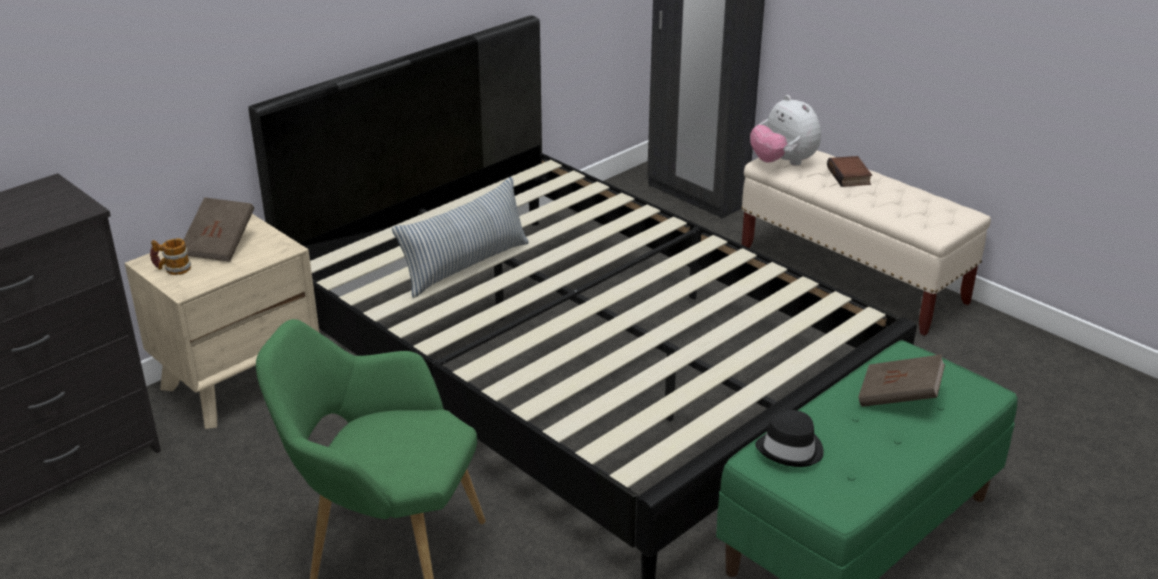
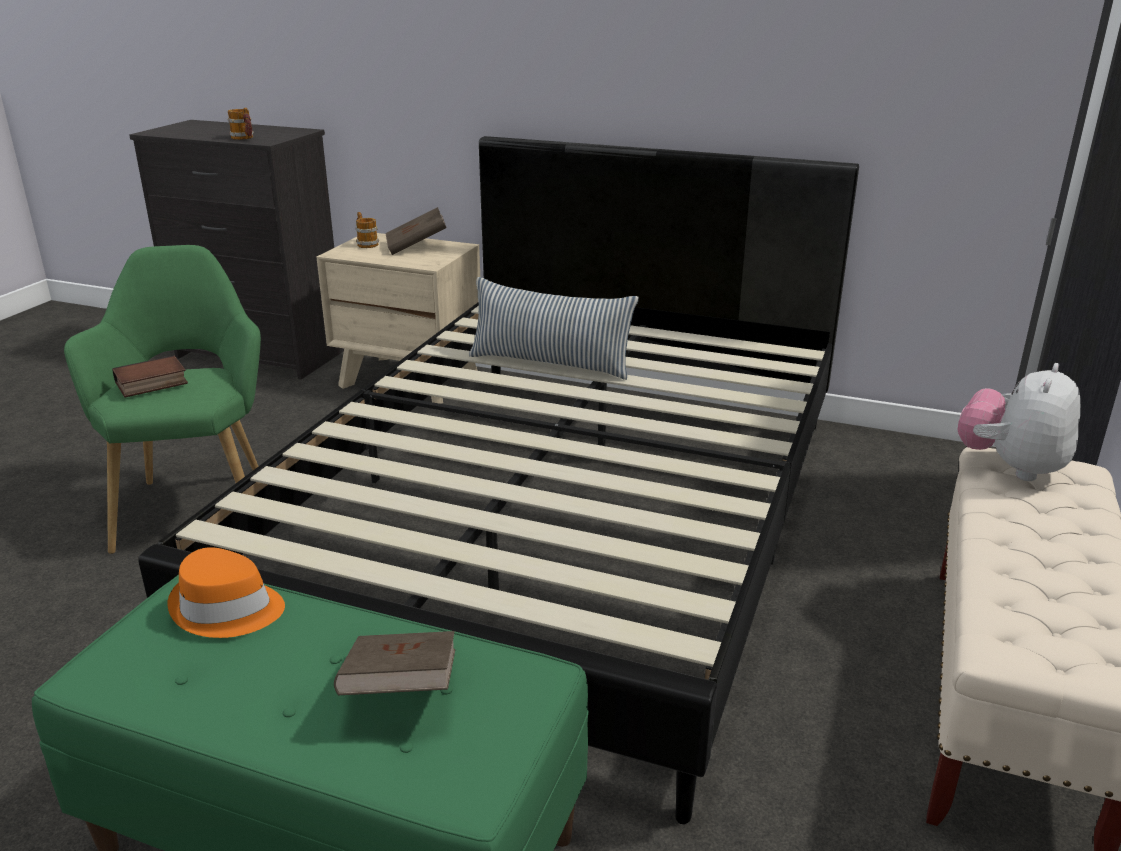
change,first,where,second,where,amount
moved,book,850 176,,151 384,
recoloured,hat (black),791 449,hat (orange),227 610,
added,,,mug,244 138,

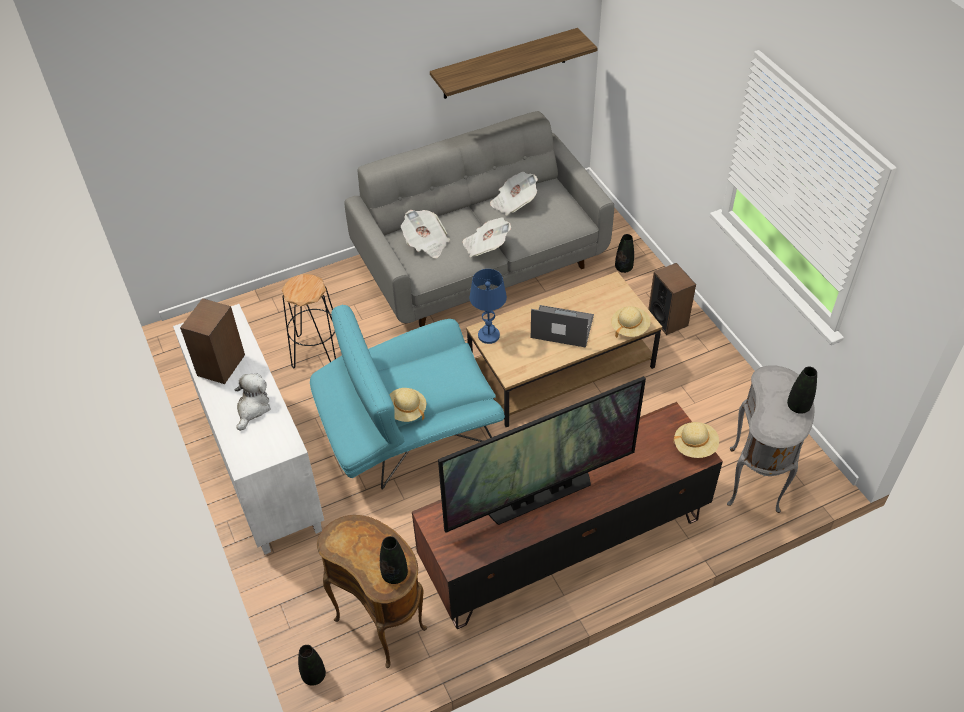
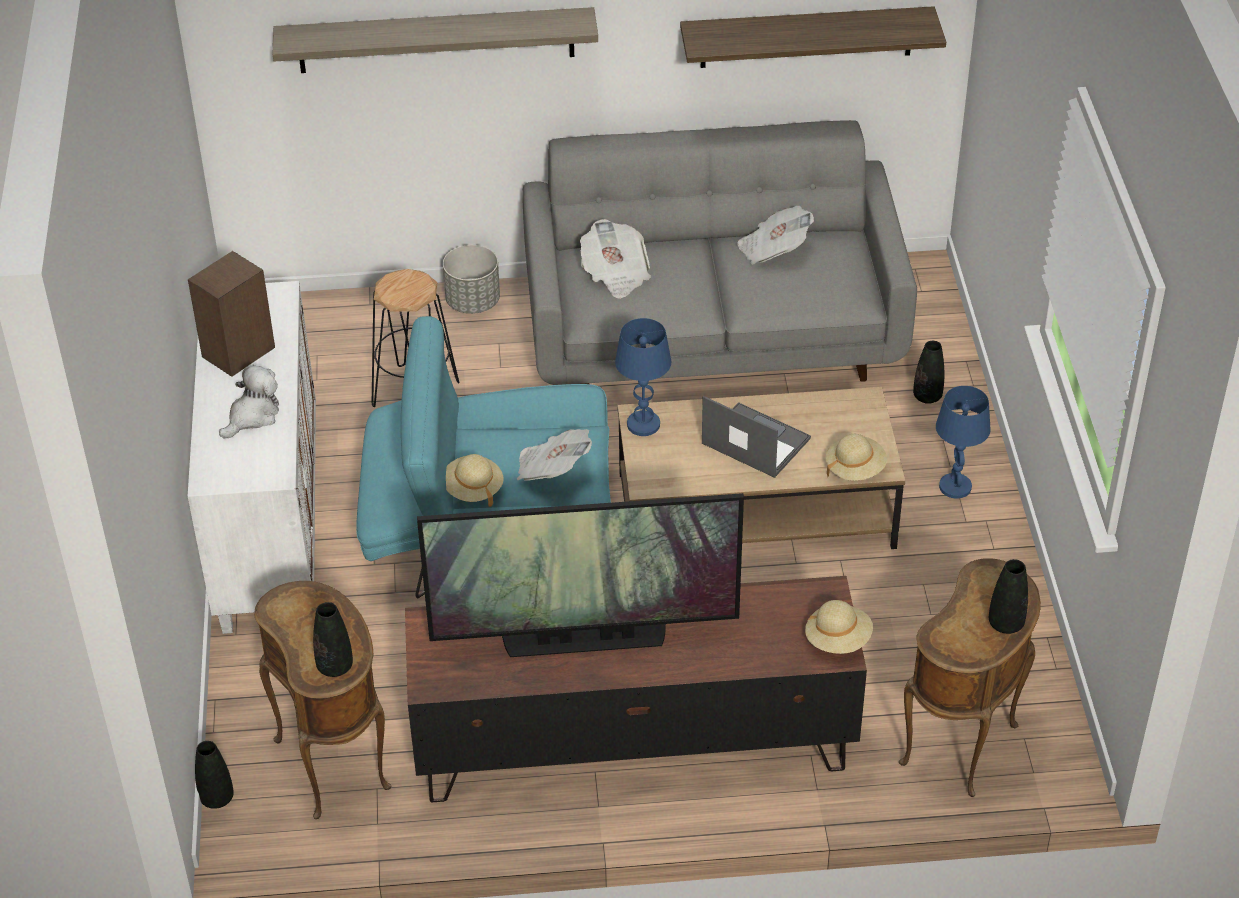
change,first,where,second,where,amount
added,,,shelf,436 40,
added,,,planter (grey),473 302,
moved,newspaper,485 246,,552 470,
recoloured,side table (grey),757 481,side table (brown),963 746,
replaced,speaker,668 319,table lamp (blue),955 487,

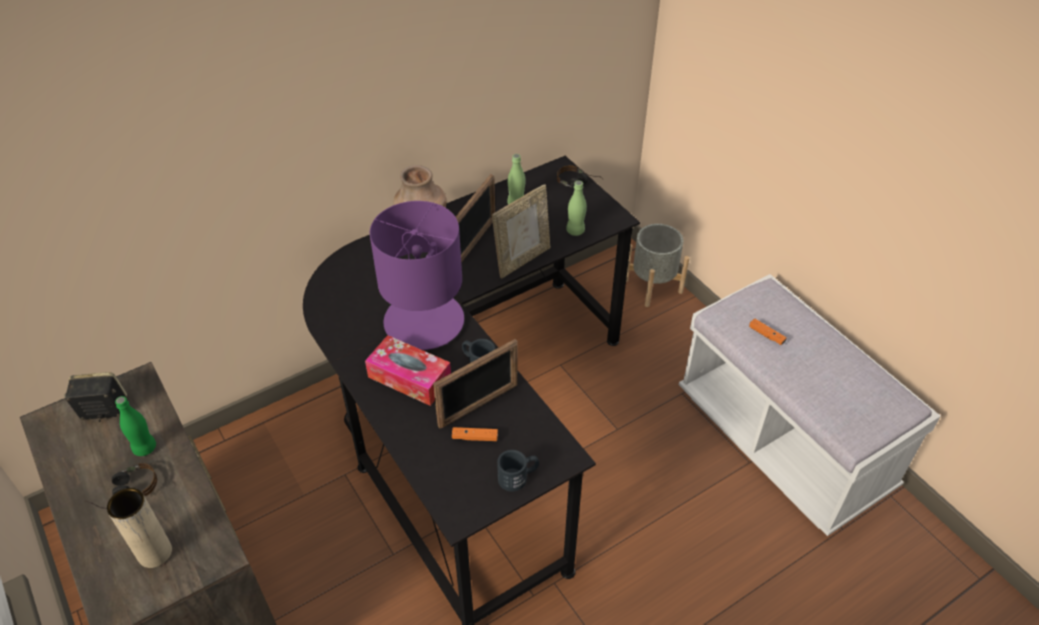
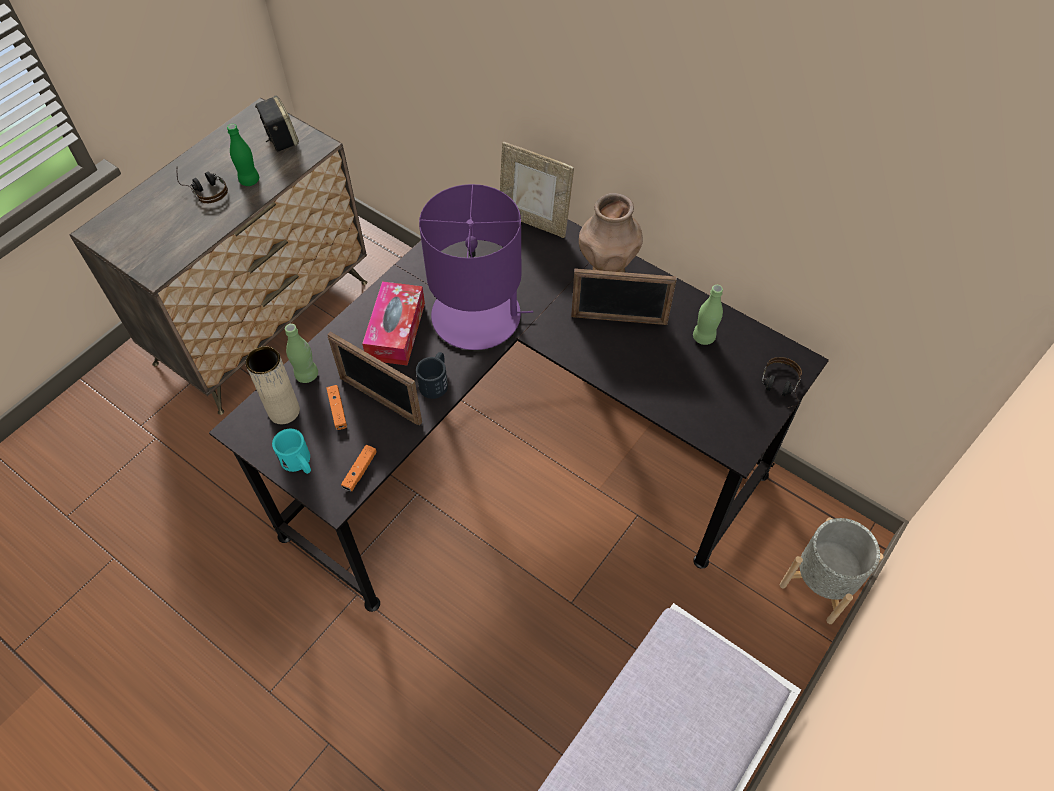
change,first,where,second,where,amount
moved,vase (beige),155 553,,284 411,
recoloured,mug (black),518 477,mug (turquoise),299 463,
moved,bottle (green),575 231,,307 375,
moved,game controller (orange),766 335,,360 471,
moved,picture frame,522 260,,534 221,

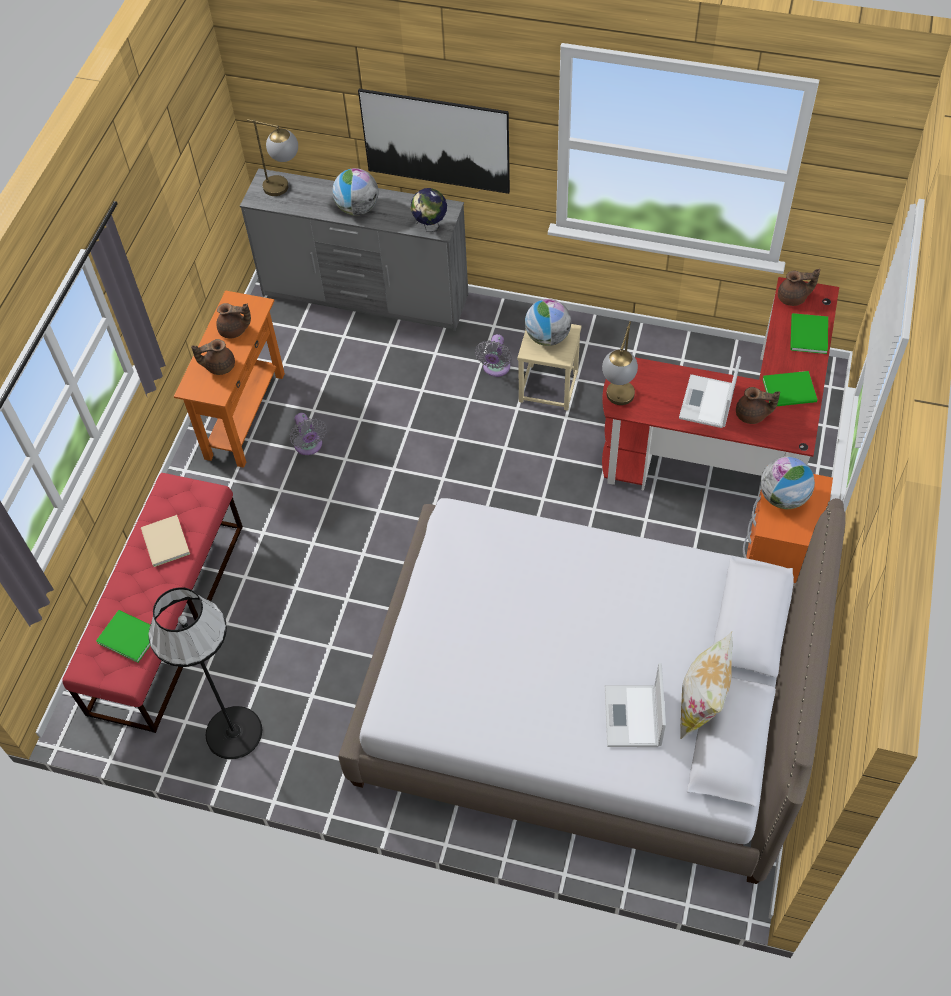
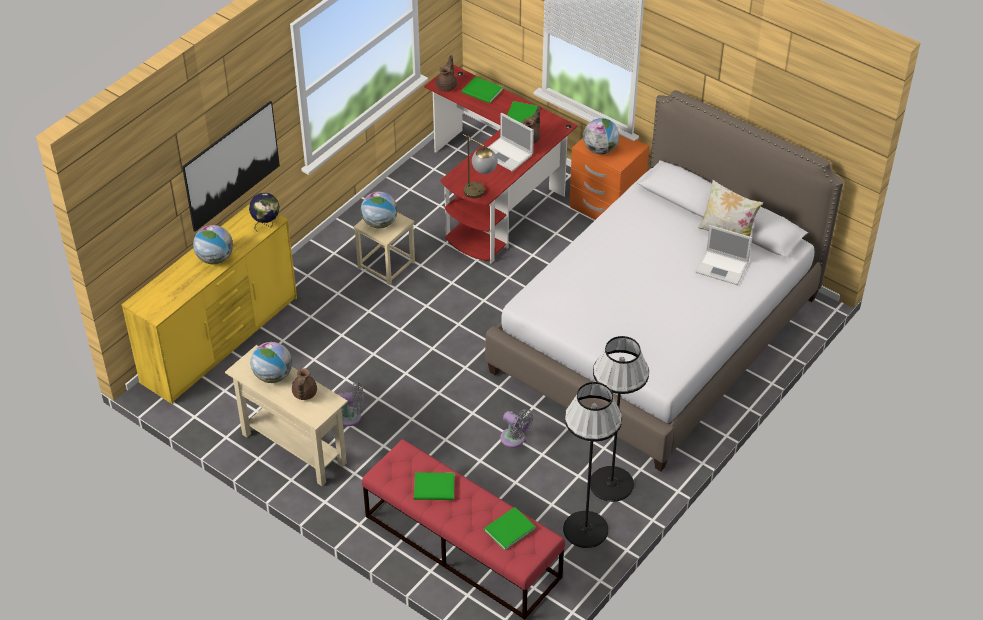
change,first,where,second,where,amount
recoloured,dresser (grey),365 296,dresser (yellow),221 340,
recoloured,console table (orange),245 415,console table (beige),294 448,
replaced,teapot (brown),234 330,globe,273 376,
recoloured,book (beige),165 543,book (green),435 488,
moved,fan (grey),495 368,,515 439,
added,,,floor lamp (black),611 483,
removed,table lamp,284 189,,,

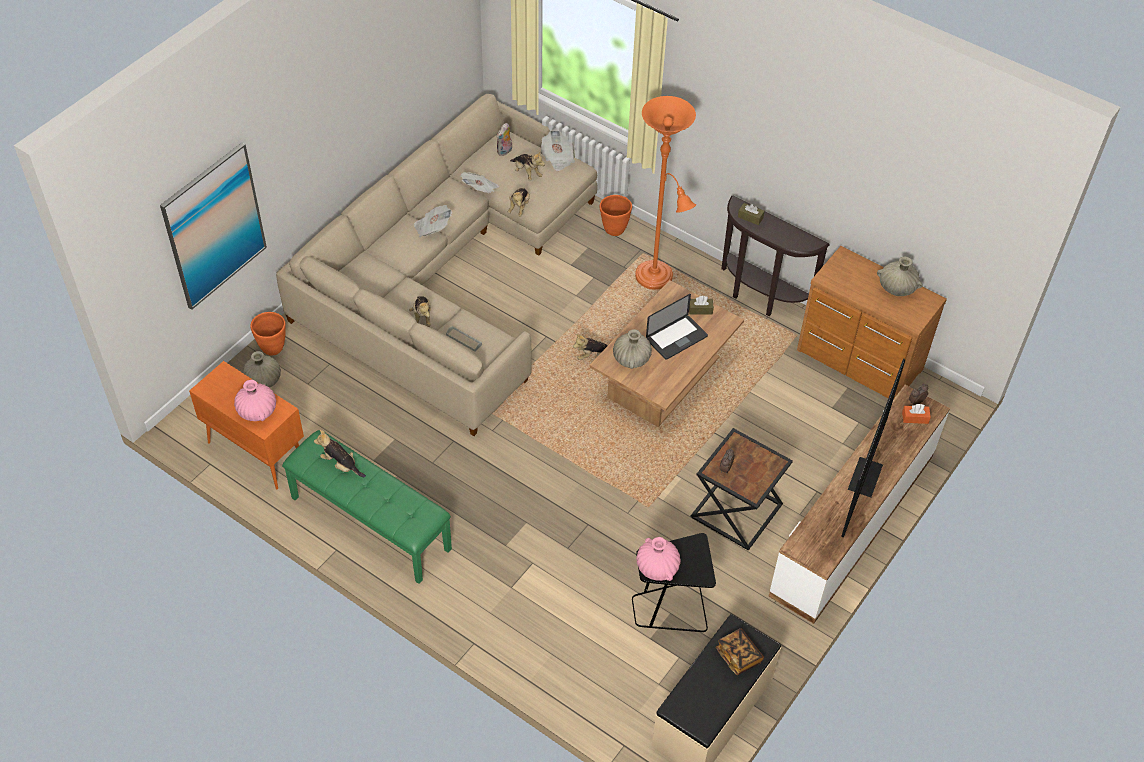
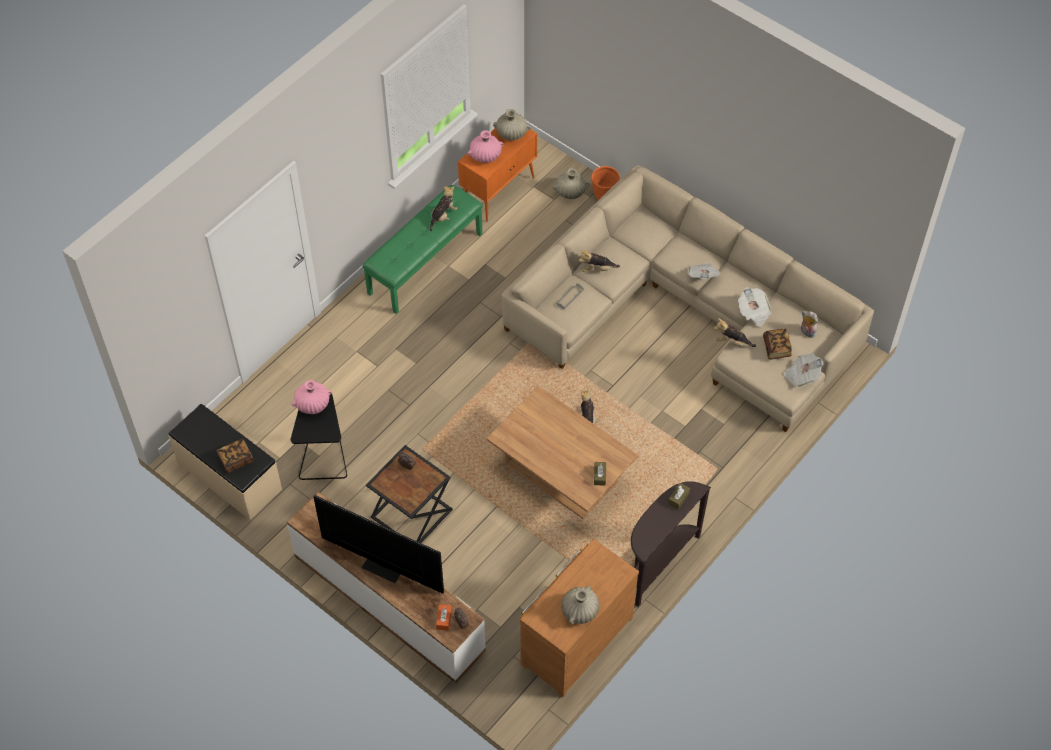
change,first,where,second,where,amount
moved,vase (beige),631 359,,511 134,
replaced,plush toy,527 173,book,776 348,
removed,picture,214 226,,,
removed,planter (orange),614 229,,,
removed,floor lamp (orange),657 279,,,
removed,laptop,676 338,,,

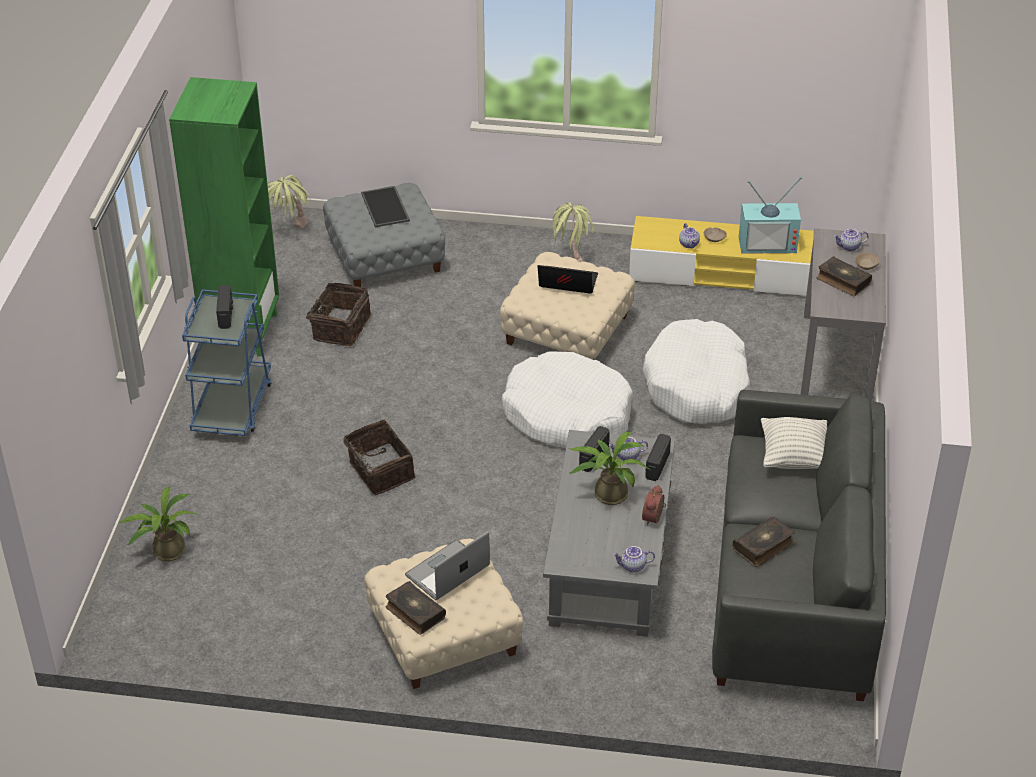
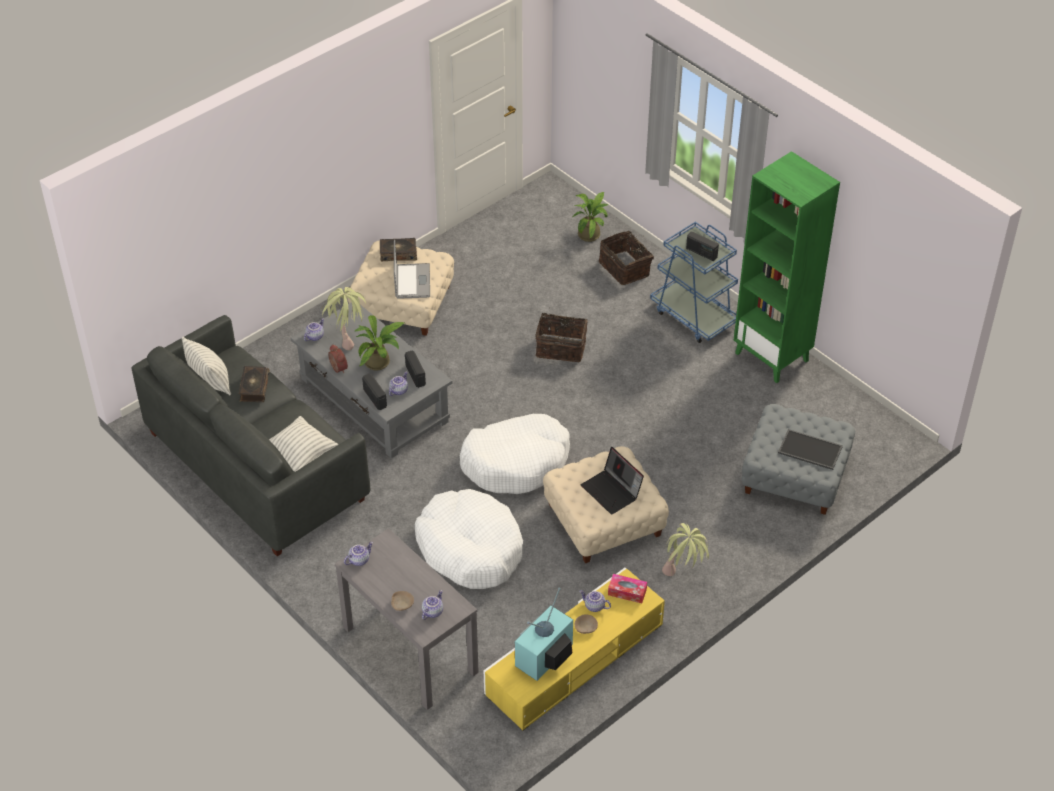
change,first,where,second,where,amount
added,,,pillow,210 382,
moved,potted plant,289 233,,347 337,
added,,,teapot,359 560,
turned,laptop,566 284,,612 491,90 degrees clockwise
moved,basket,339 327,,625 268,
added,,,tissue box,627 592,
removed,book,843 281,,,

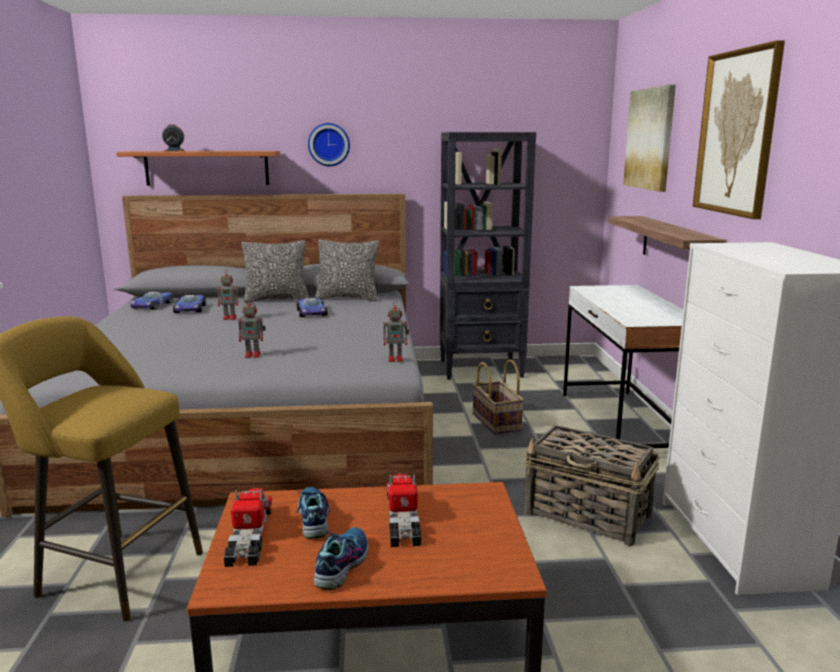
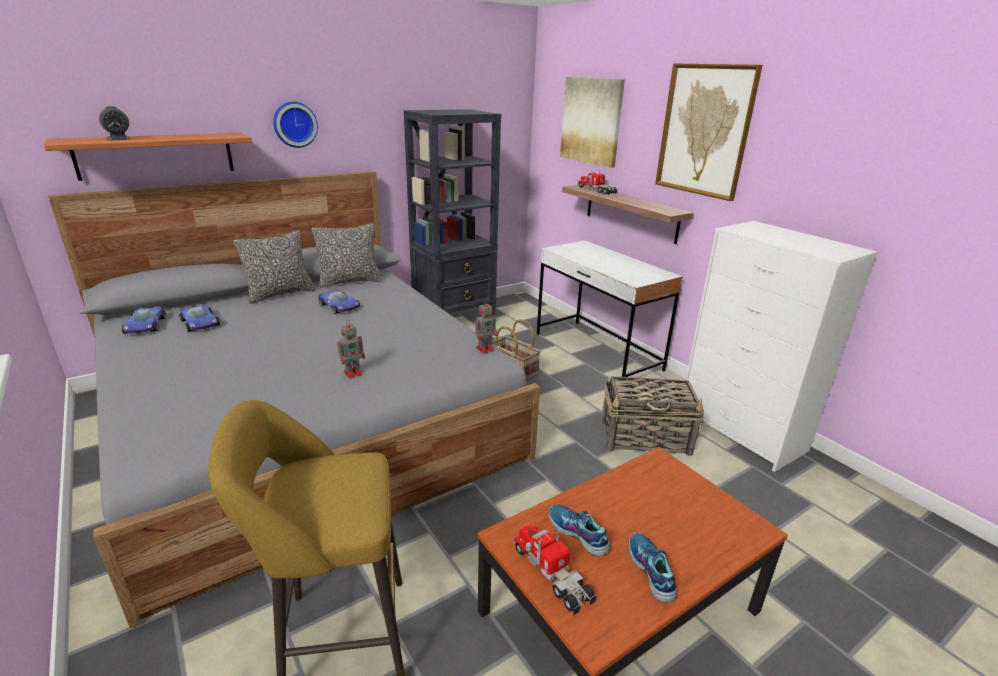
change,first,where,second,where,amount
moved,toy truck,403 519,,596 190,
removed,toy robot,230 318,,,

